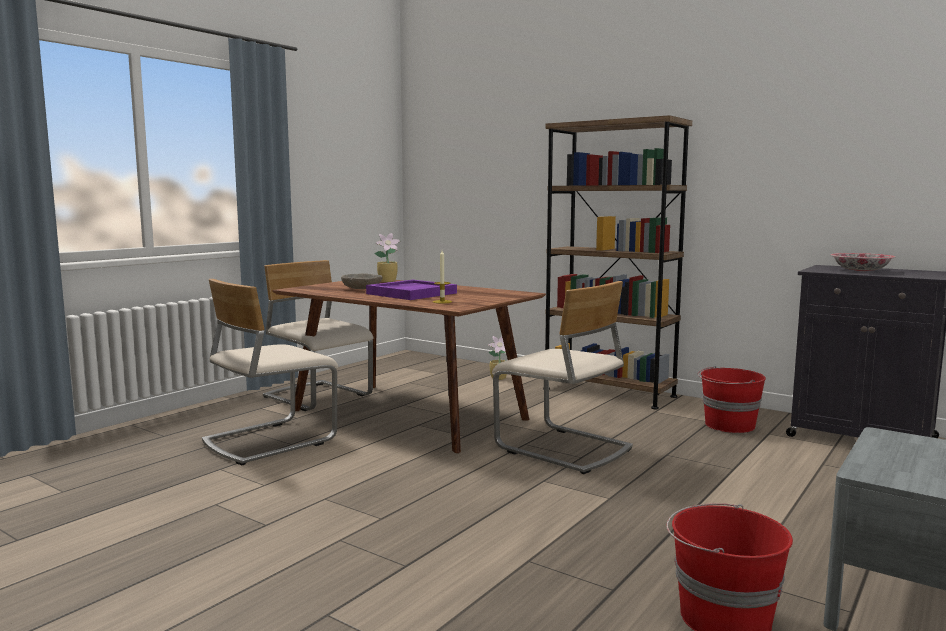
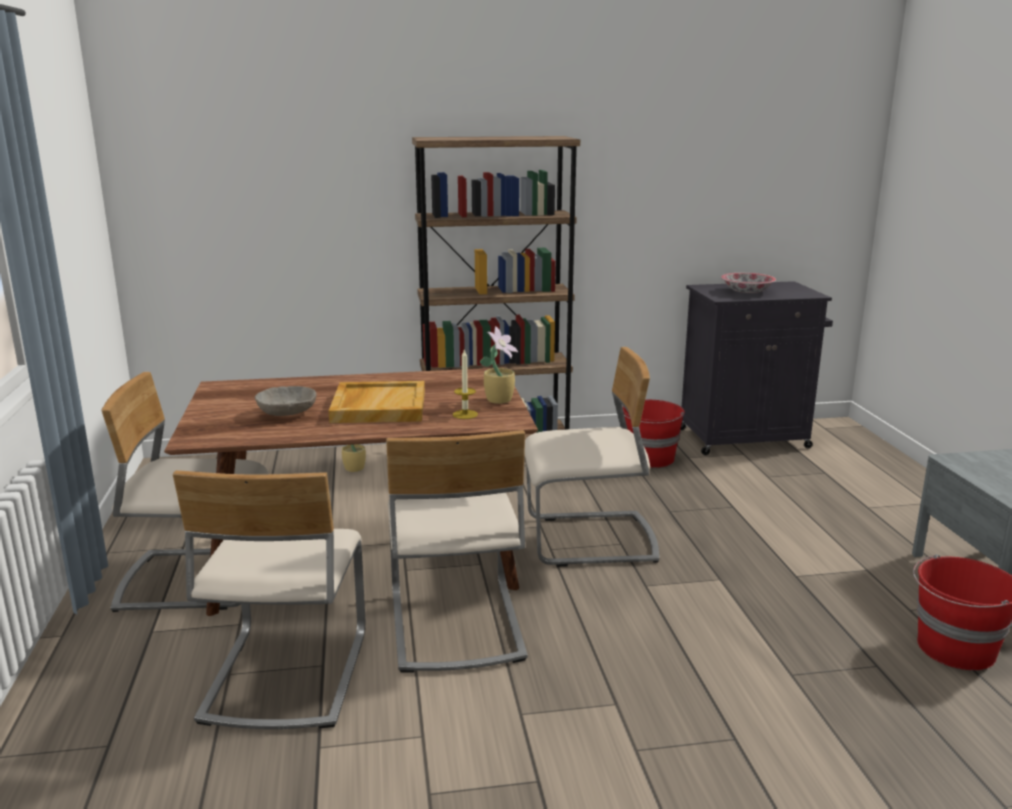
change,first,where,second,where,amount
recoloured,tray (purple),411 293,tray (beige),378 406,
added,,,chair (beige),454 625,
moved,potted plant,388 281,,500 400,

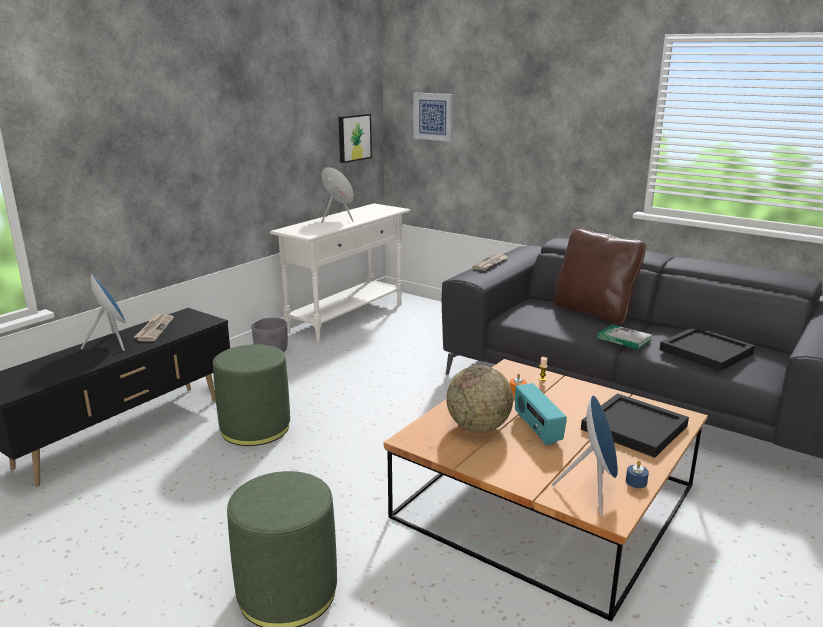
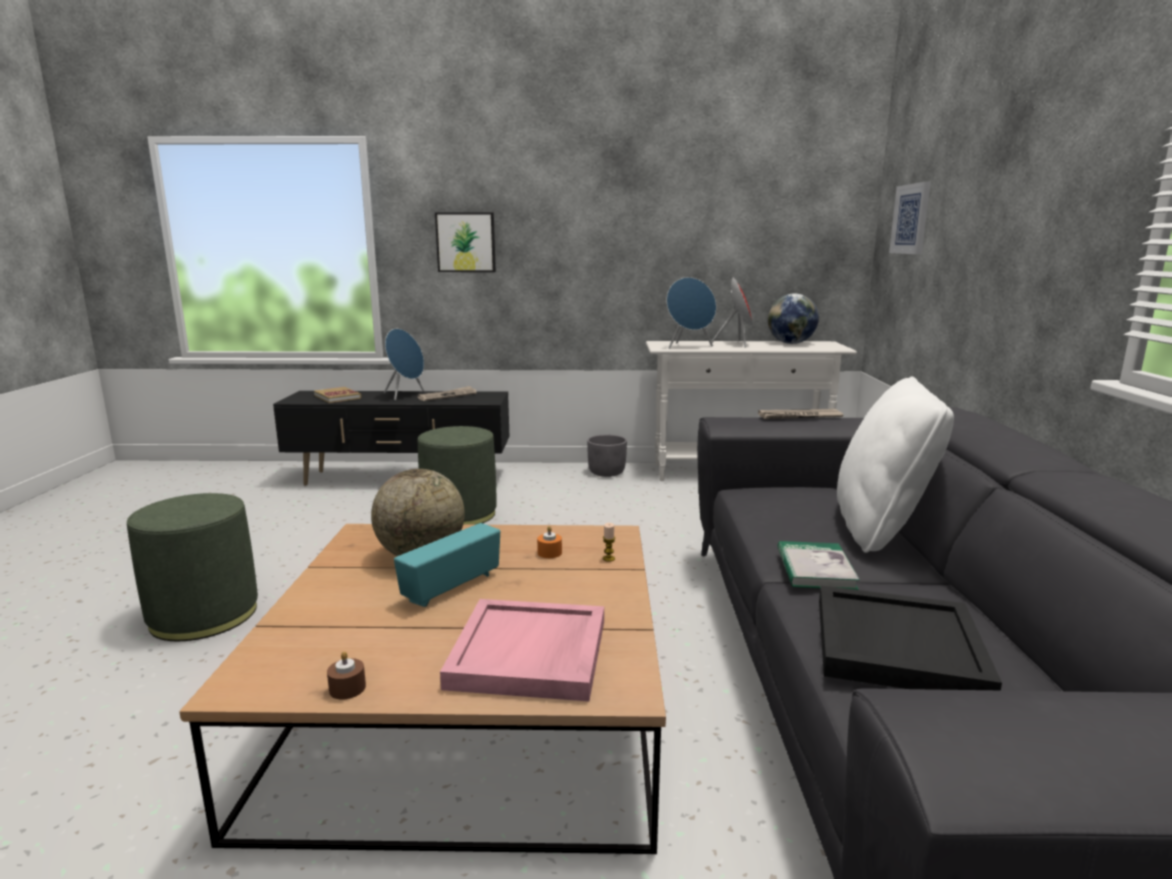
change,first,where,second,where,amount
added,,,book,337 397,
recoloured,candle (blue),636 482,candle (brown),347 688,
moved,picture,353 137,,466 242,
recoloured,tray (black),635 428,tray (pink),530 654,
moved,speaker (blue),593 491,,688 347,
added,,,globe,790 343,
recoloured,pillow (brown),593 312,pillow (white),880 528,

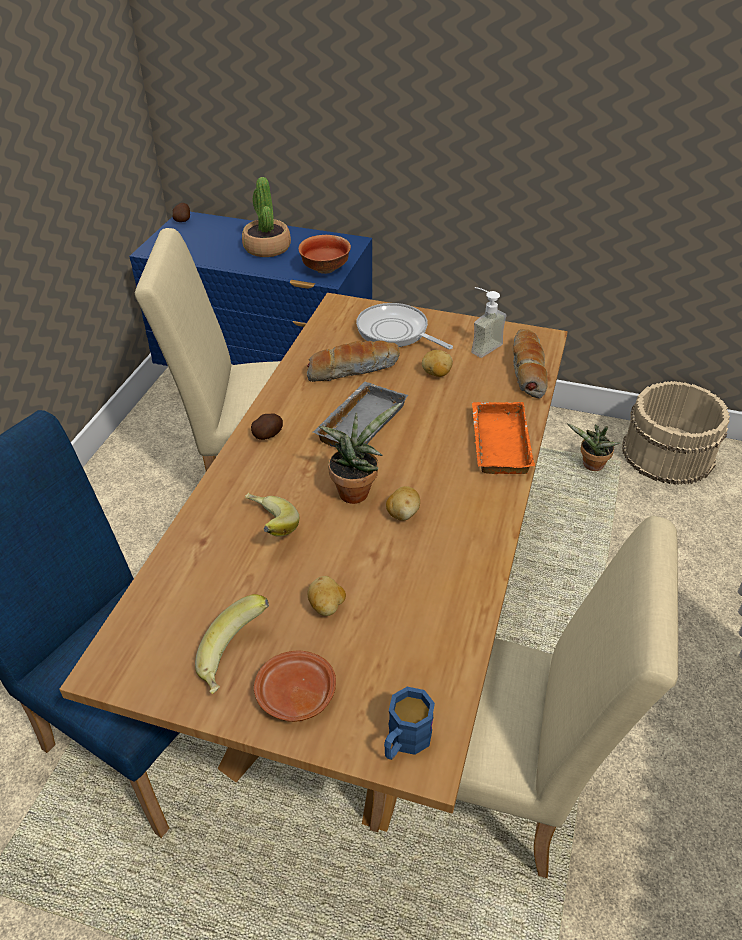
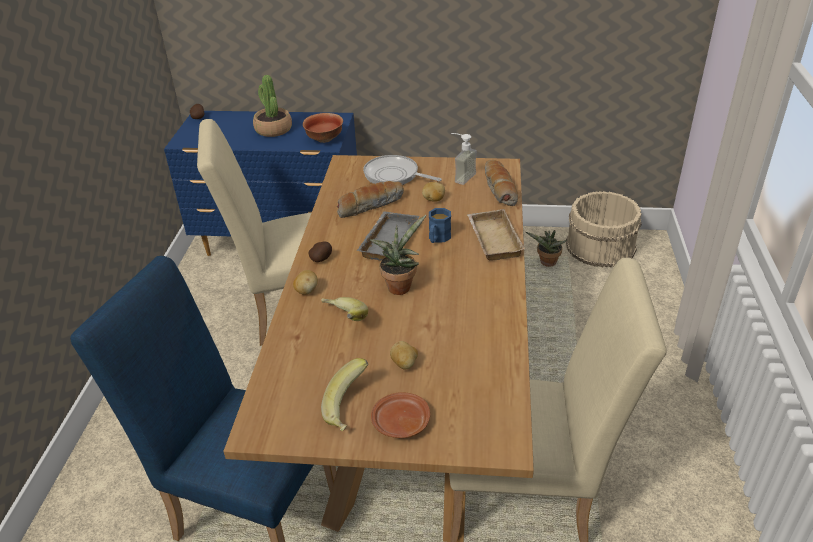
change,first,where,second,where,amount
moved,potato,402 514,,306 291,
moved,mug (blue),404 741,,438 238,
recoloured,tray (orange),497 442,tray (beige),492 239,

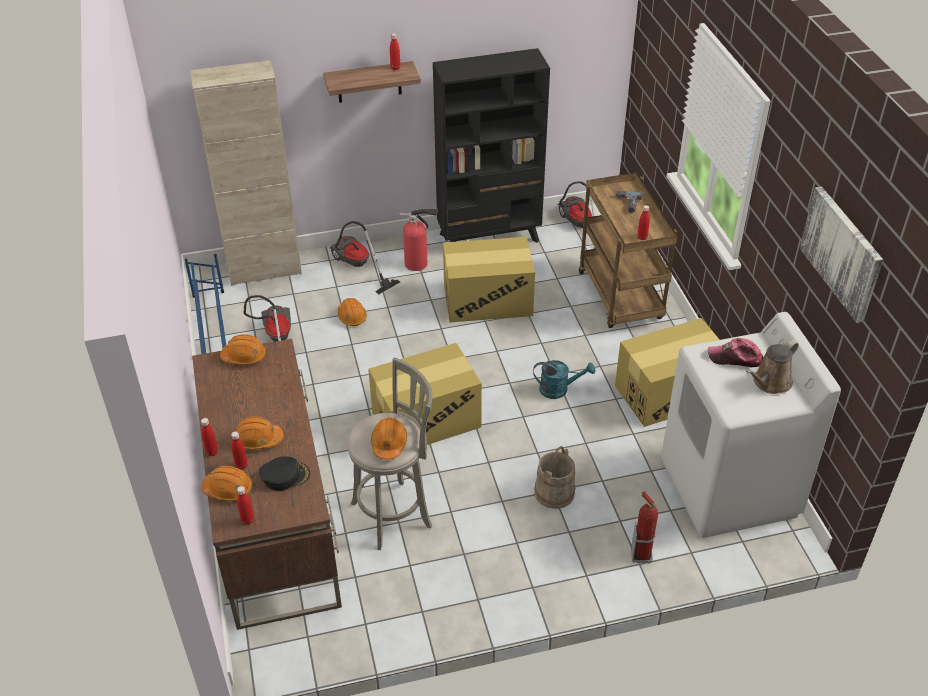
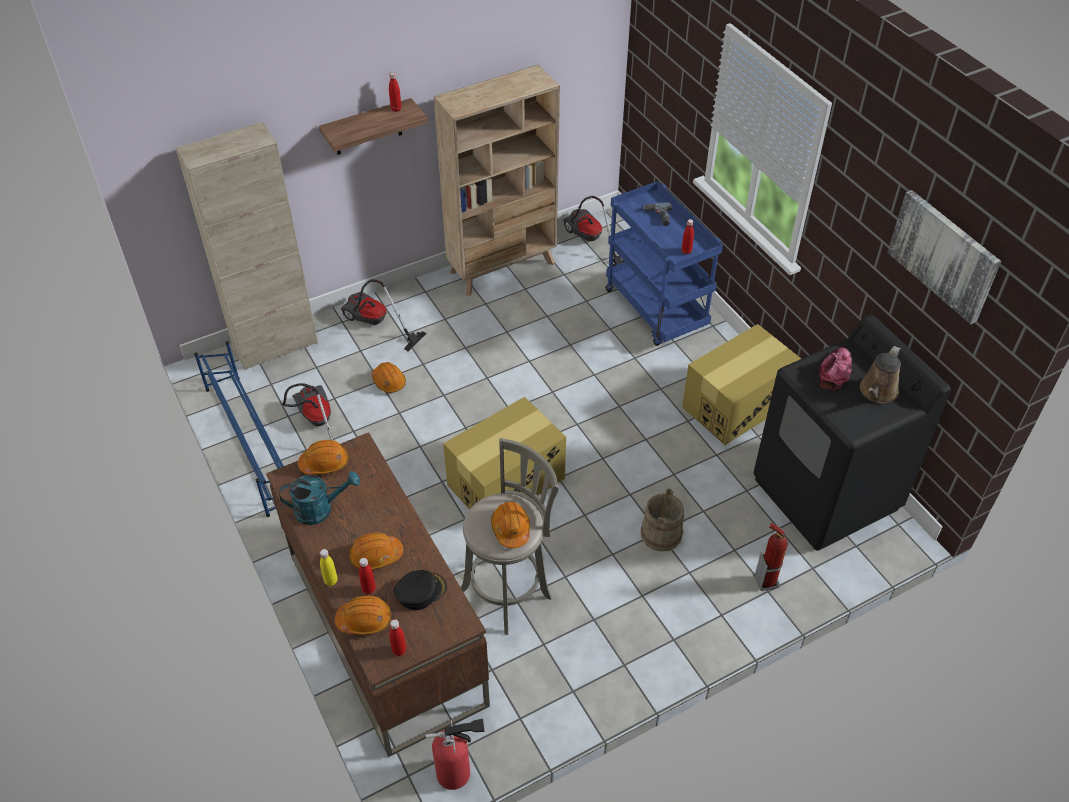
change,first,where,second,where,amount
moved,watering can (turquoise),559 389,,320 509,
recoloured,bottle (red),212 452,bottle (yellow),331 581,
moved,fire extinguisher,418 264,,457 773,
recoloured,bookcase (black),490 237,bookcase (beige),503 267,
recoloured,cart (brown),621 297,cart (blue),657 310,
recoloured,washing machine (white),729 489,washing machine (black),826 494,
turned,cap,735 358,,835 371,120 degrees clockwise
removed,cardboard box,487 300,,,

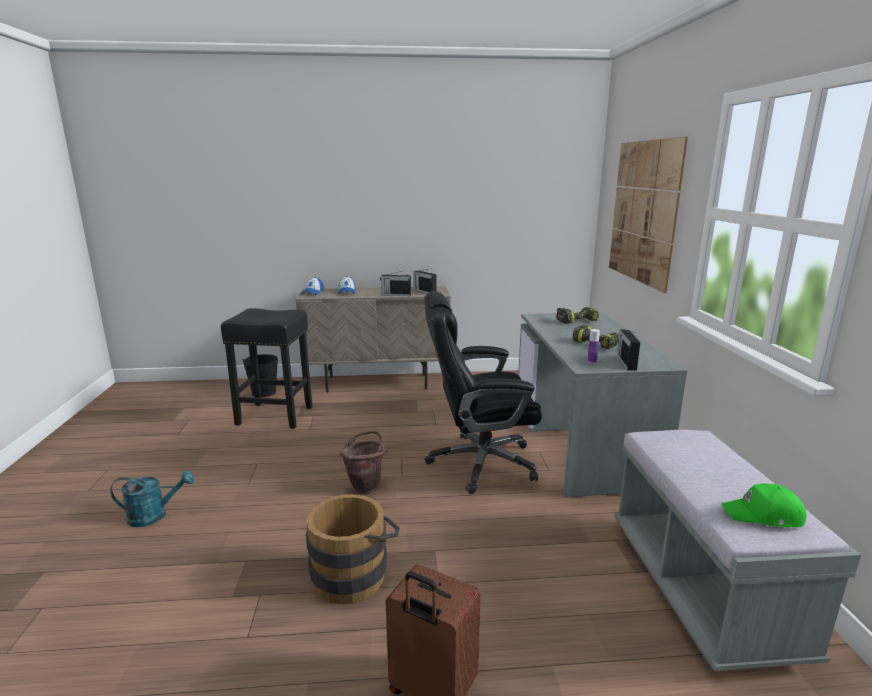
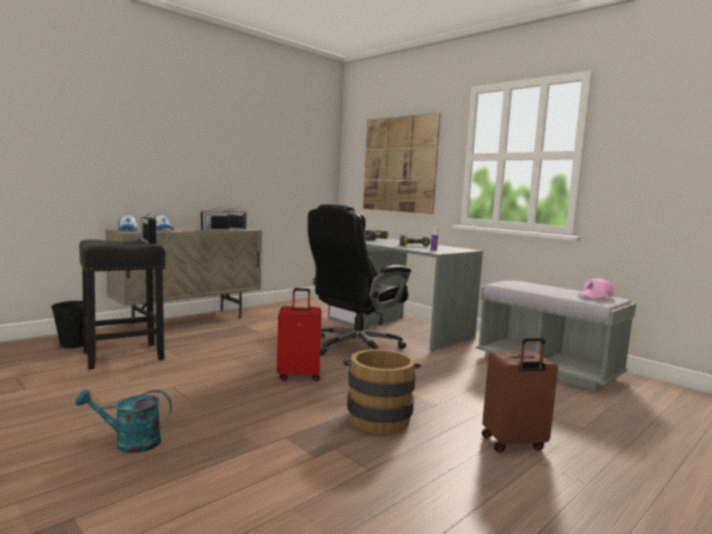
change,first,where,second,where,amount
turned,watering can (turquoise),154 515,,129 443,135 degrees counterclockwise
moved,radio,626 362,,148 241,
replaced,bucket (brown),366 486,suitcase (red),299 376,
recoloured,cap (green),763 515,cap (pink),596 296,

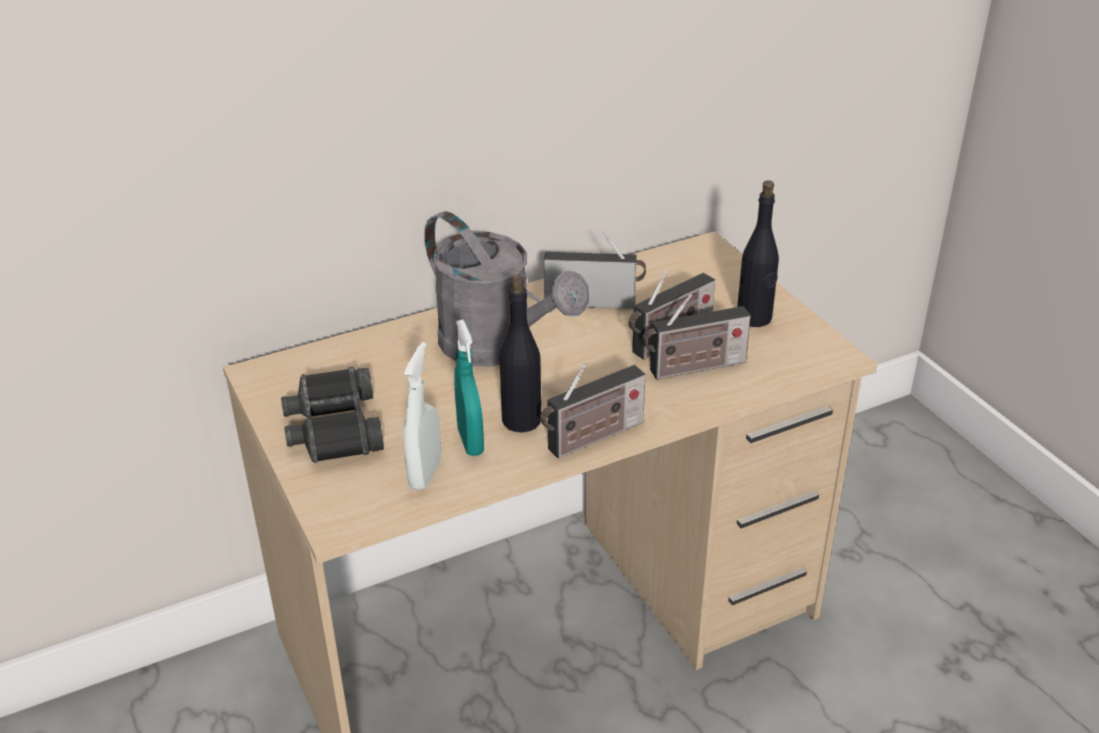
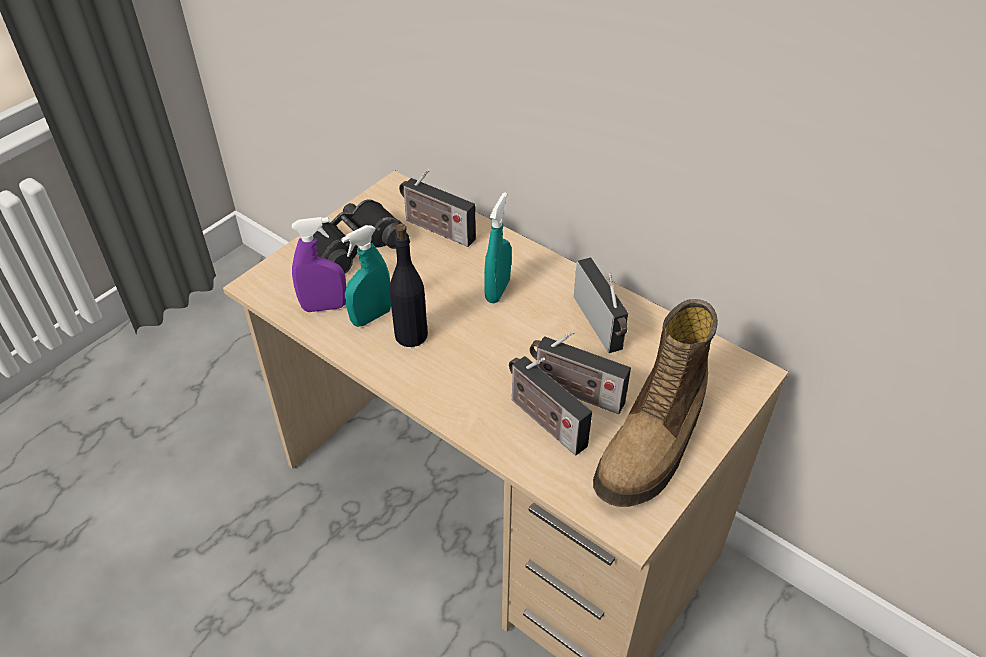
change,first,where,second,where,amount
recoloured,spray bottle (white),425 474,spray bottle (purple),324 307,
moved,radio,592 438,,436 229,
replaced,watering can (grey),498 347,spray bottle (turquoise),497 290,
replaced,bottle (black),754 318,boot,653 443,

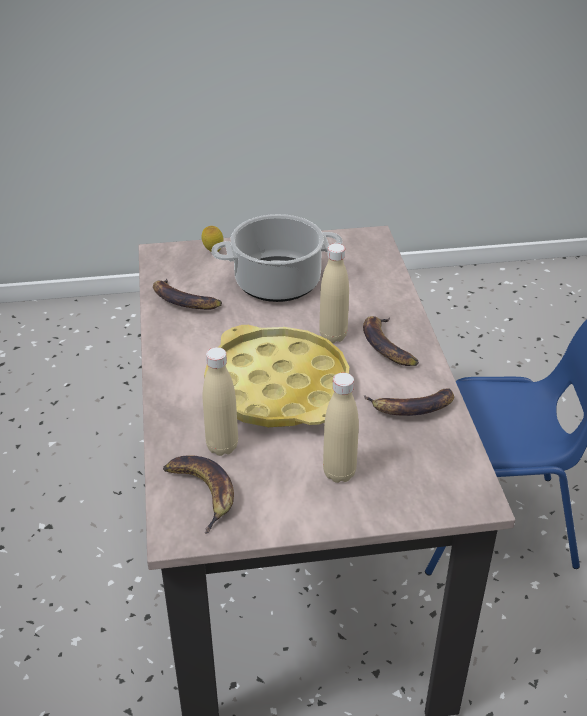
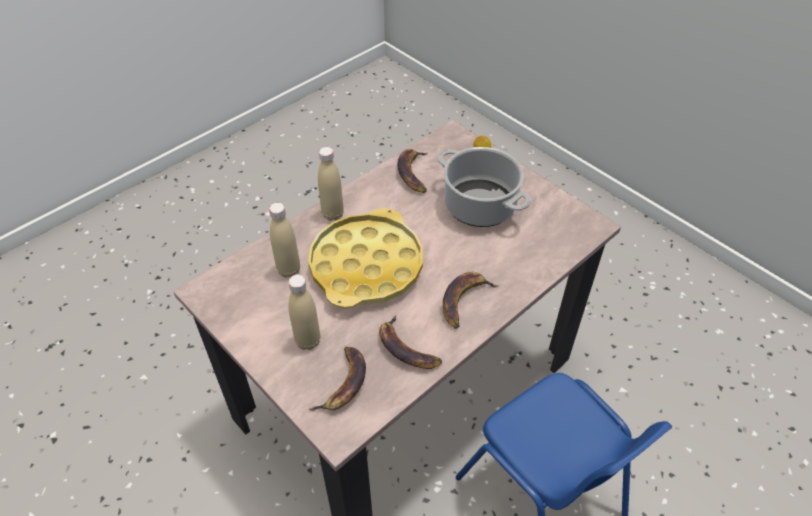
change,first,where,second,where,amount
moved,banana,202 492,,344 384,
moved,bottle (beige),333 336,,333 214,

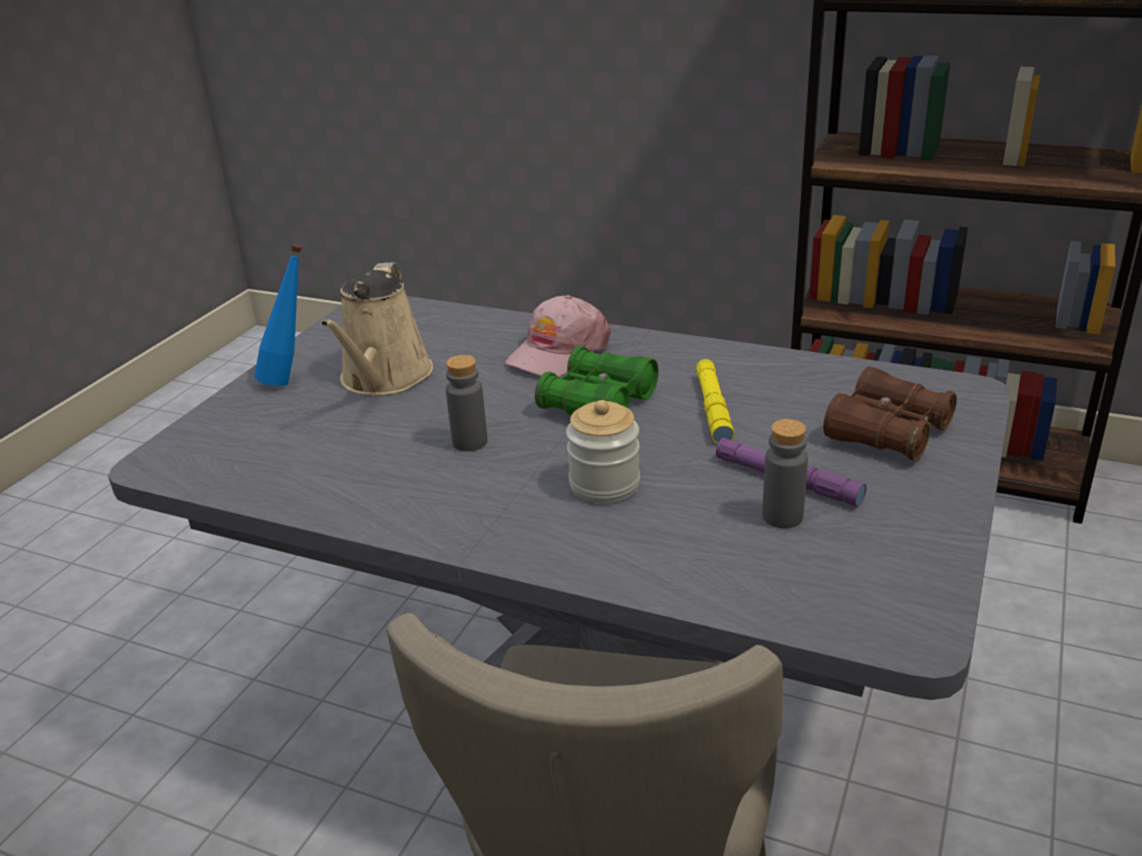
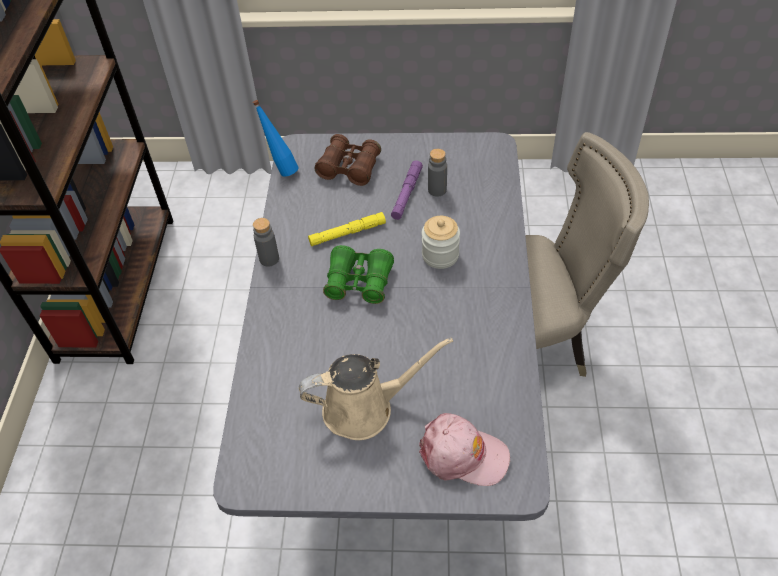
change,first,where,second,where,amount
moved,bottle (blue),291 379,,281 169,
moved,bottle (grey),470 442,,269 259,
moved,cap (pink),558 352,,463 454,

